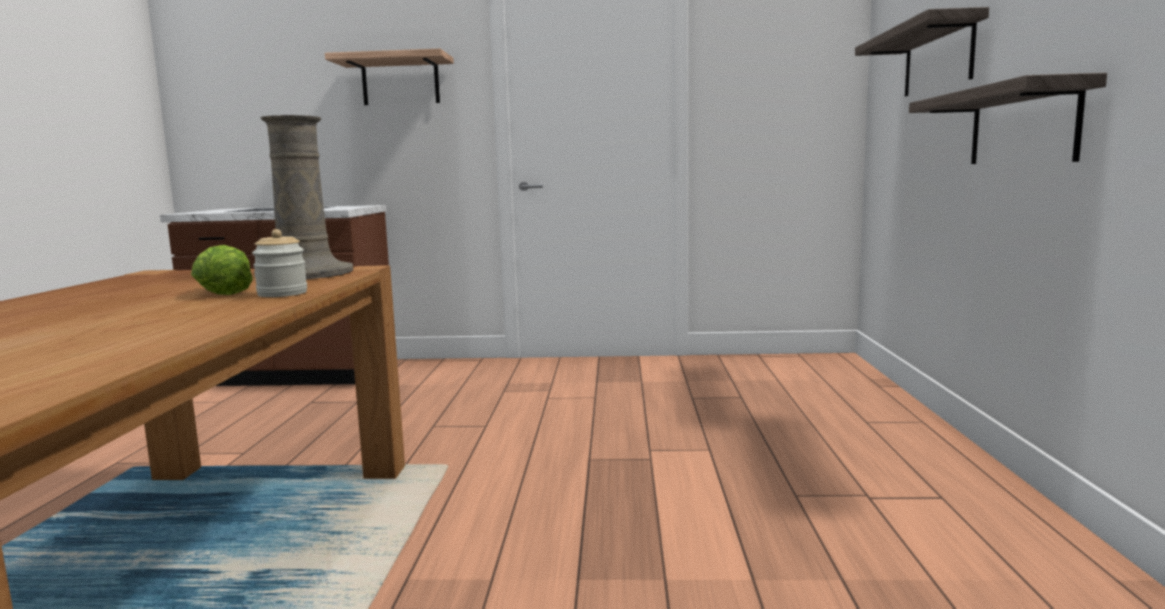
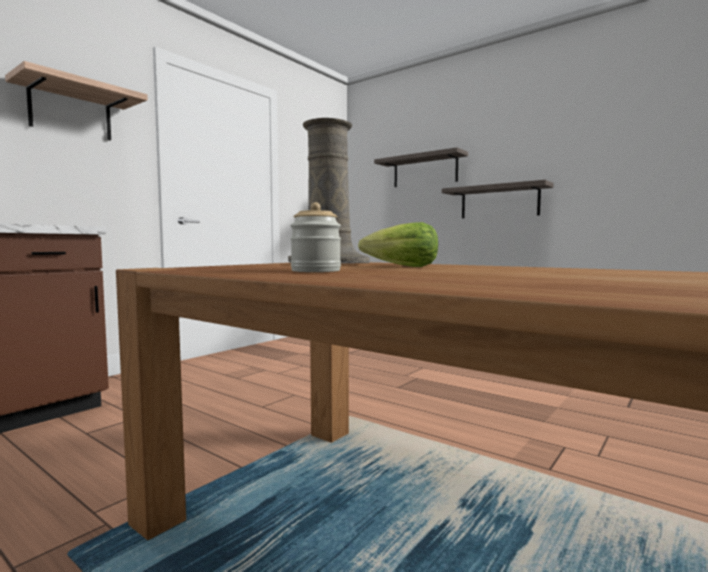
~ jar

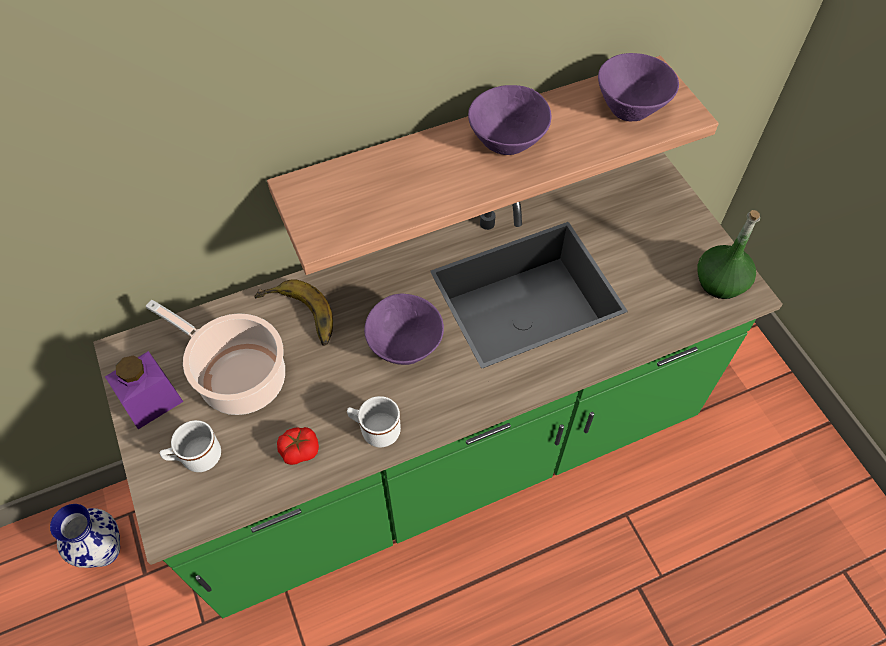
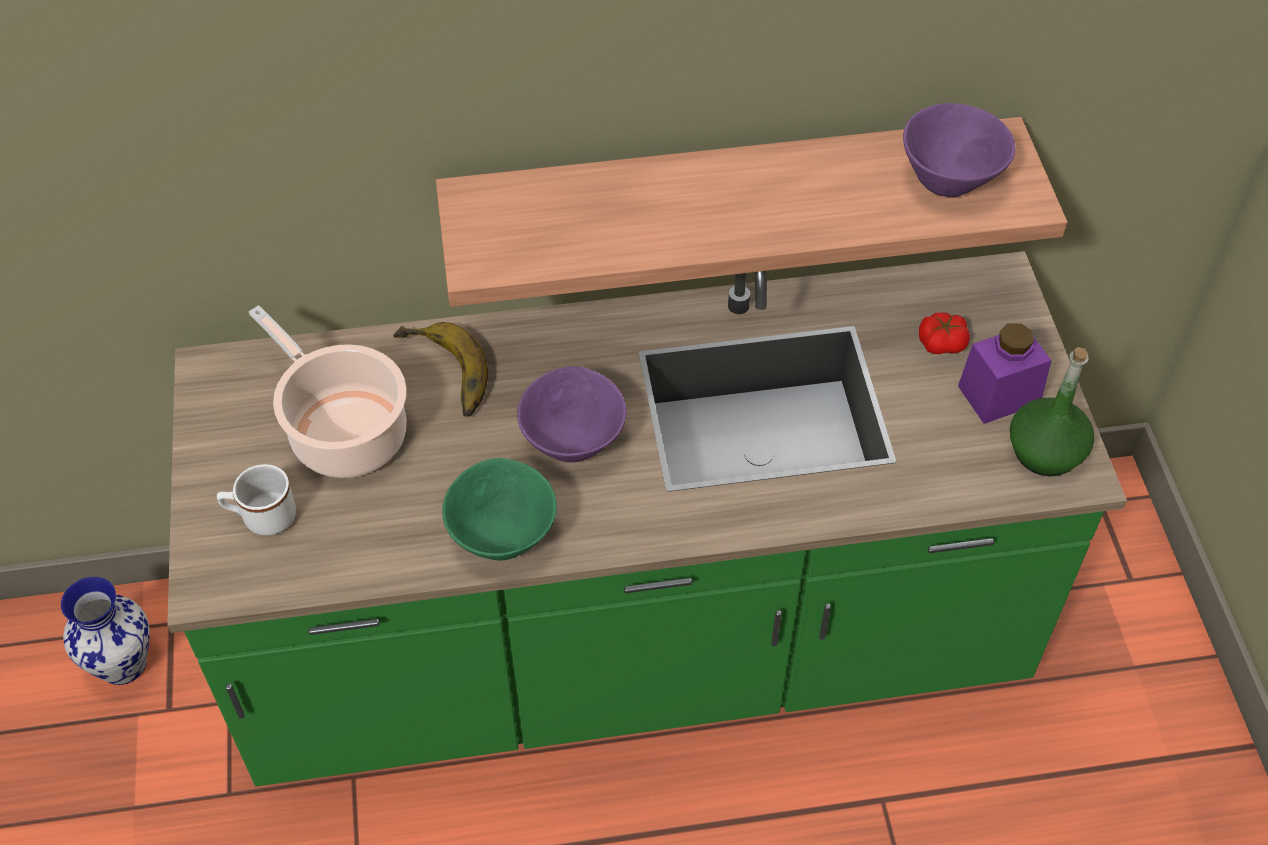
~ jar (purple)
~ tomato
~ mug (white) (2nd from left) to bowl (green)
- bowl (purple) (2nd from left)

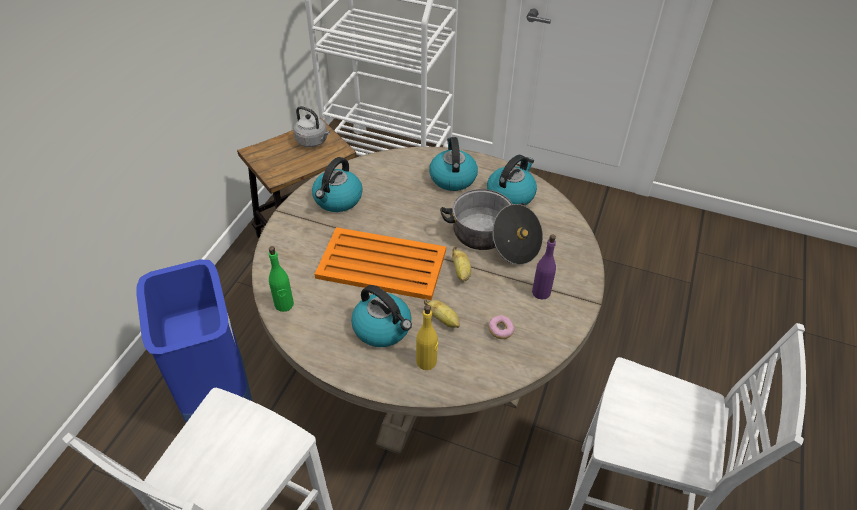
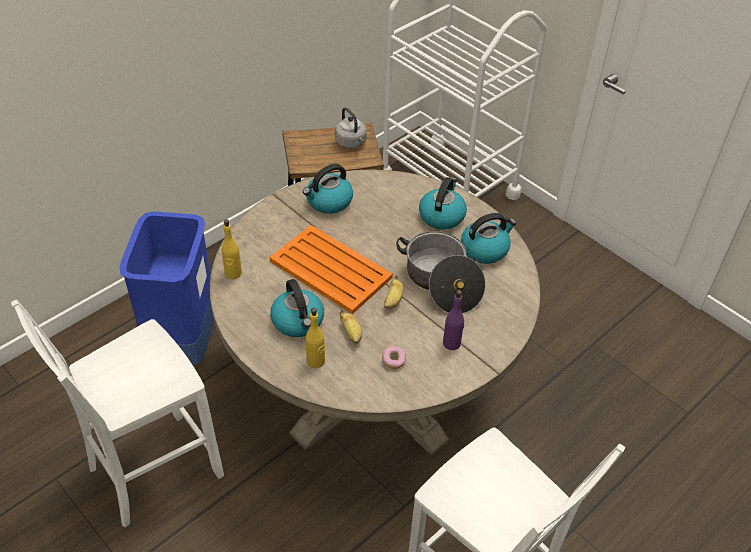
~ bottle (green) to bottle (yellow) (1st from left)

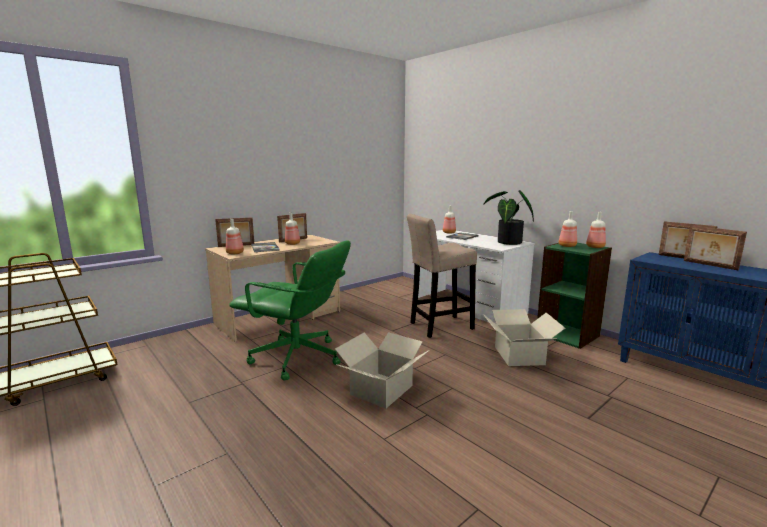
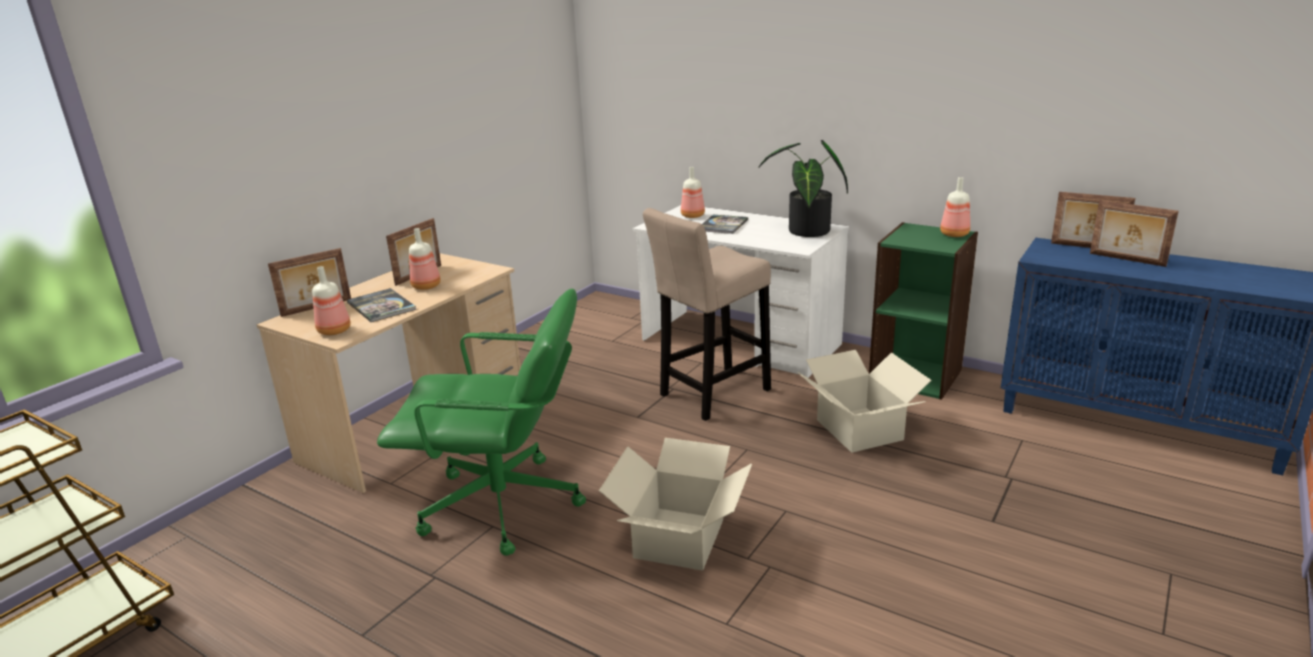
- bottle (4th from left)

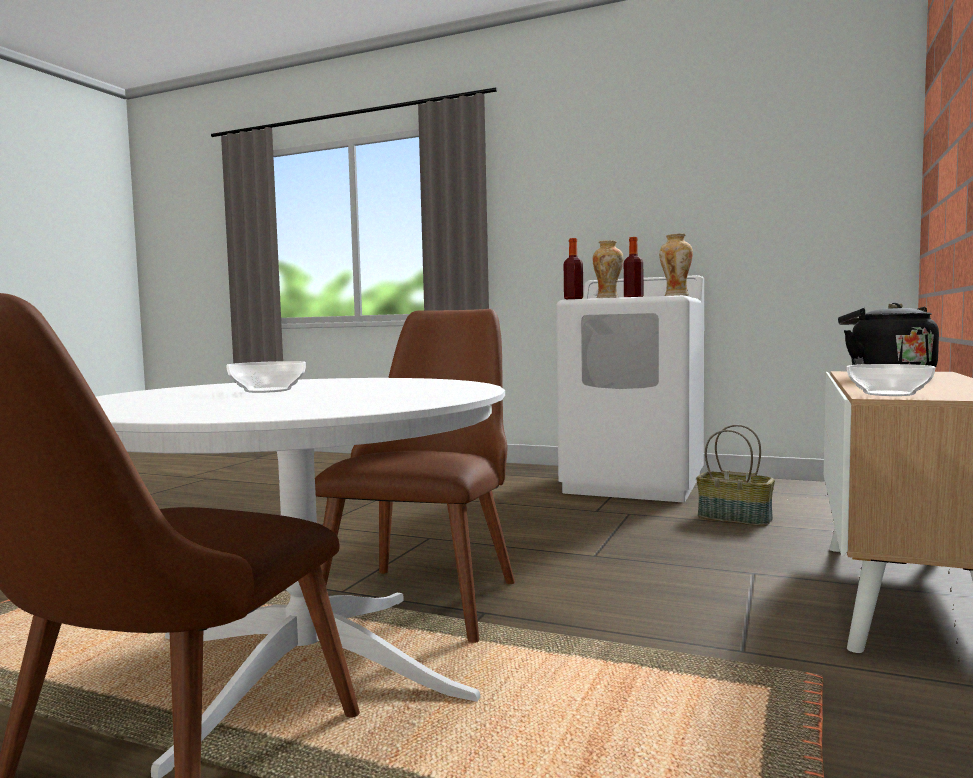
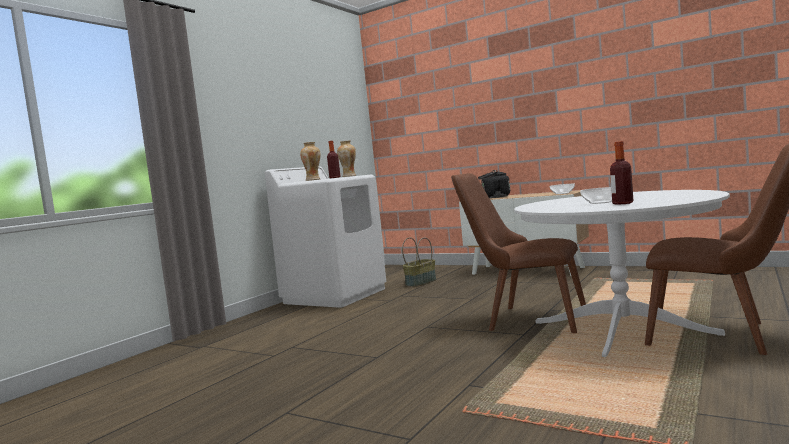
~ bottle (1st from left in the first image) to bottle (2nd from left)

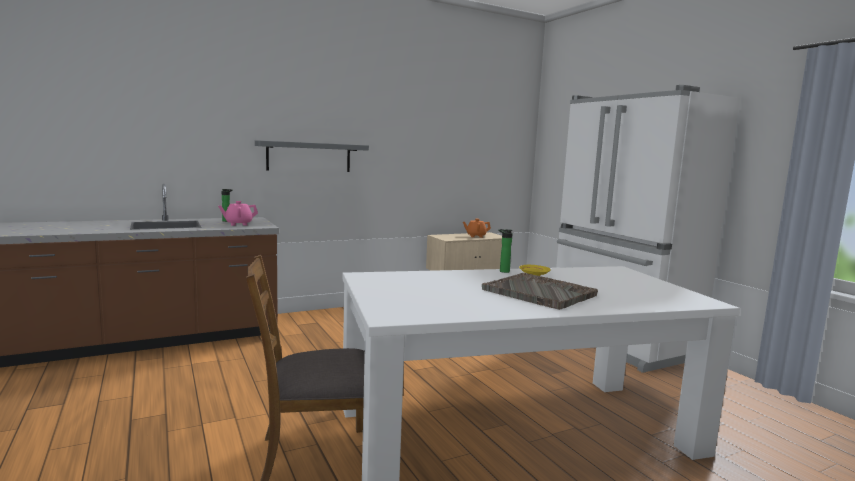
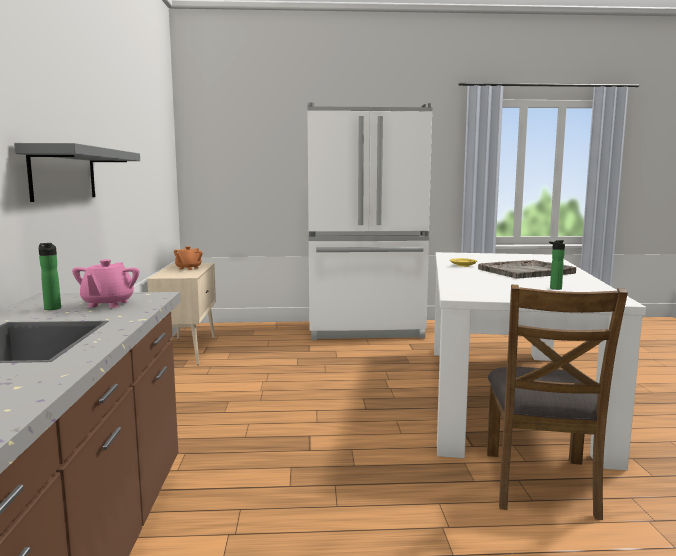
~ bottle (2nd from left)

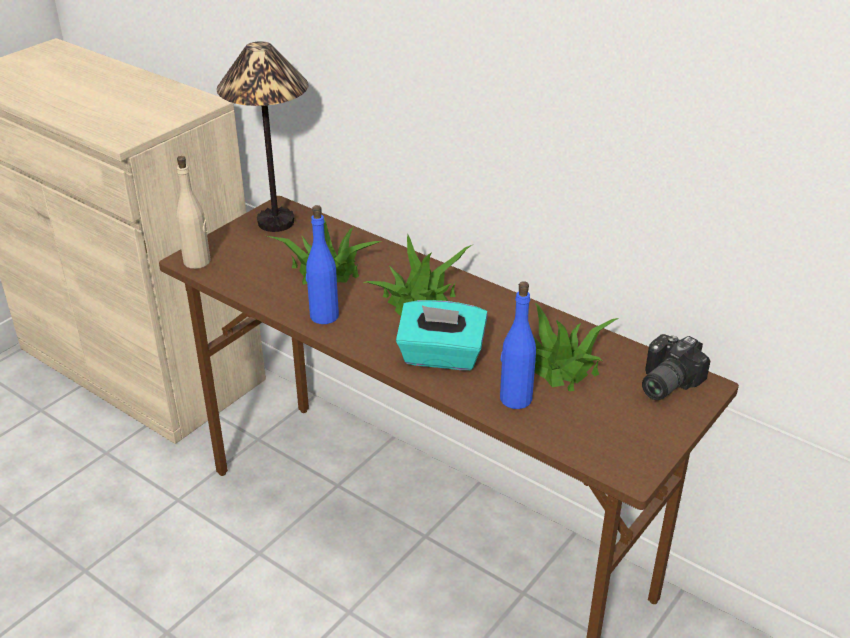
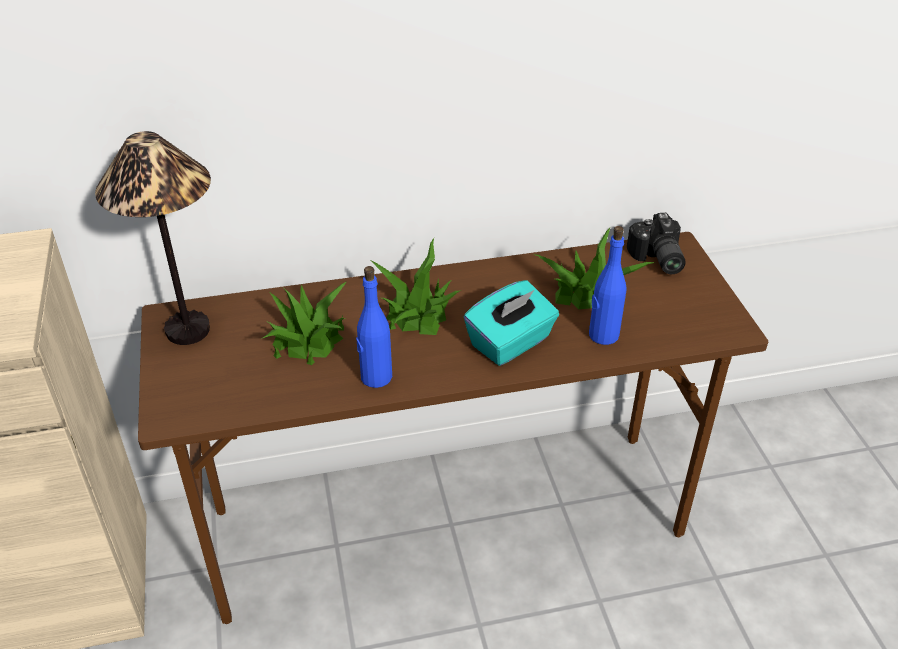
- bottle (beige)

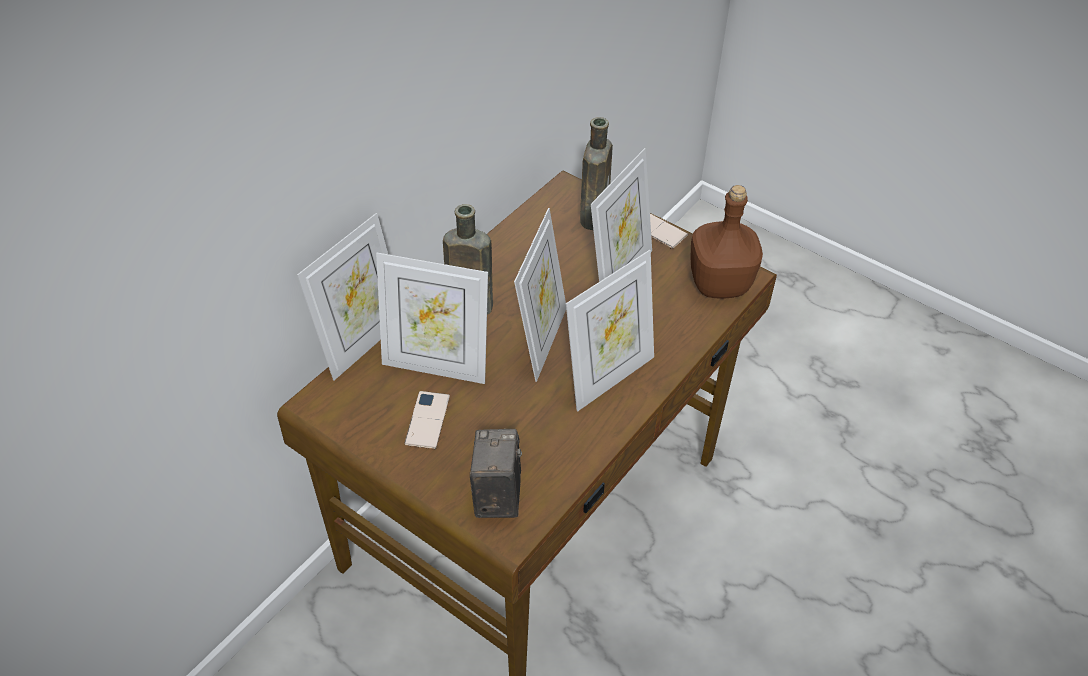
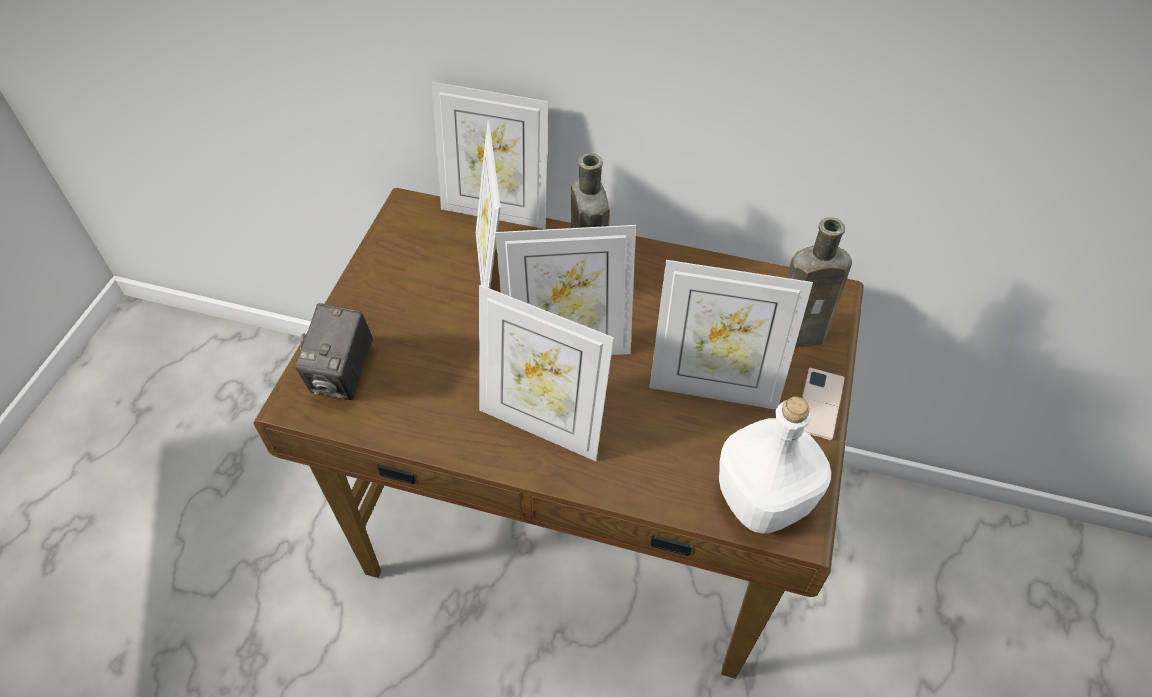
- phone (1st from left)
~ photo camera 120 degrees clockwise
~ bottle (brown) (3rd from left) to bottle (white)

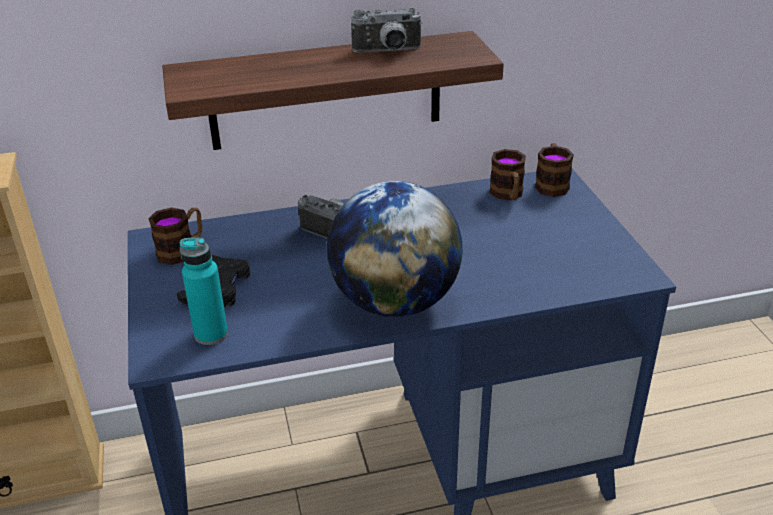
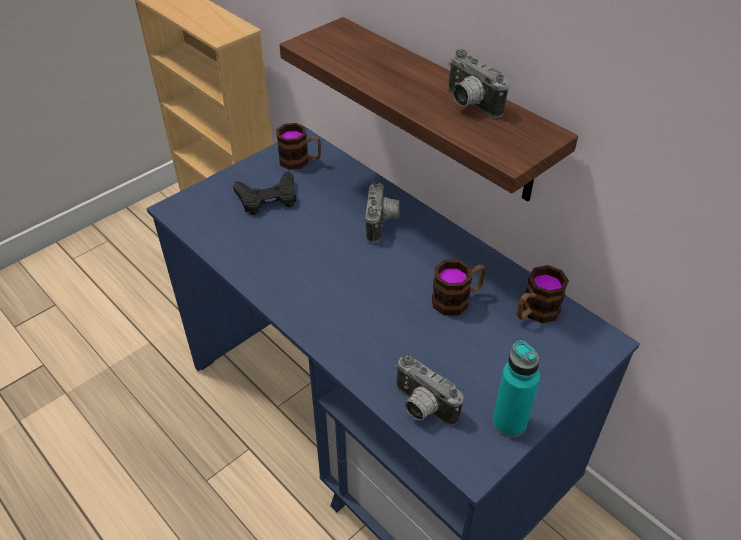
~ bottle (turquoise)
- globe
~ mug (3rd from left in the first image) to mug (2nd from left)
+ photo camera (2nd from left)

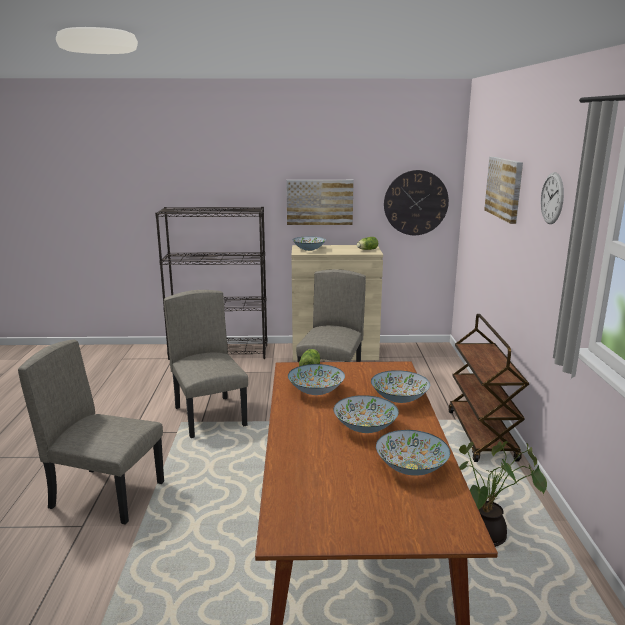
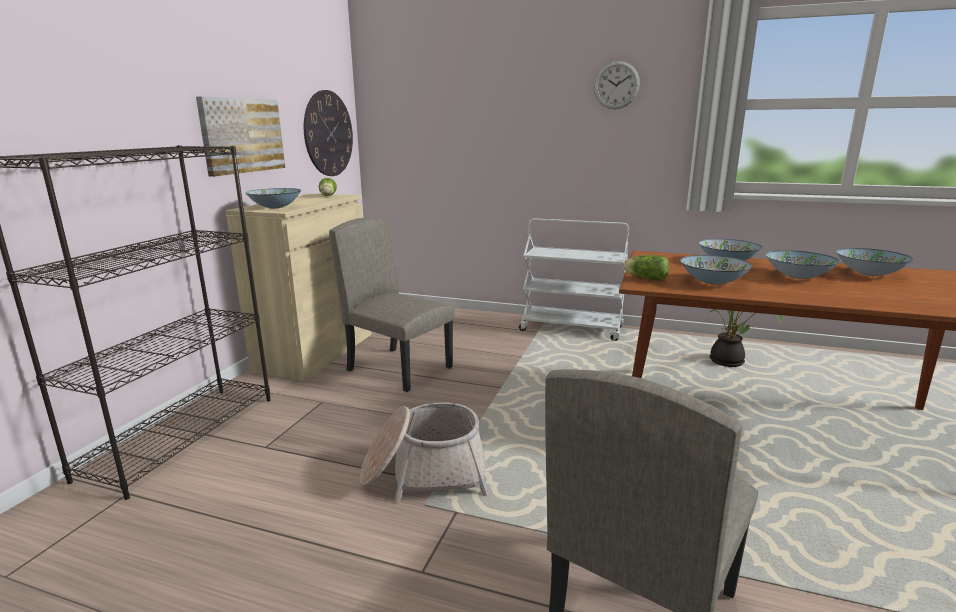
~ chair (beige) (2nd from left) to basket
~ cart (brown) to cart (white)
- picture (2nd from left)

